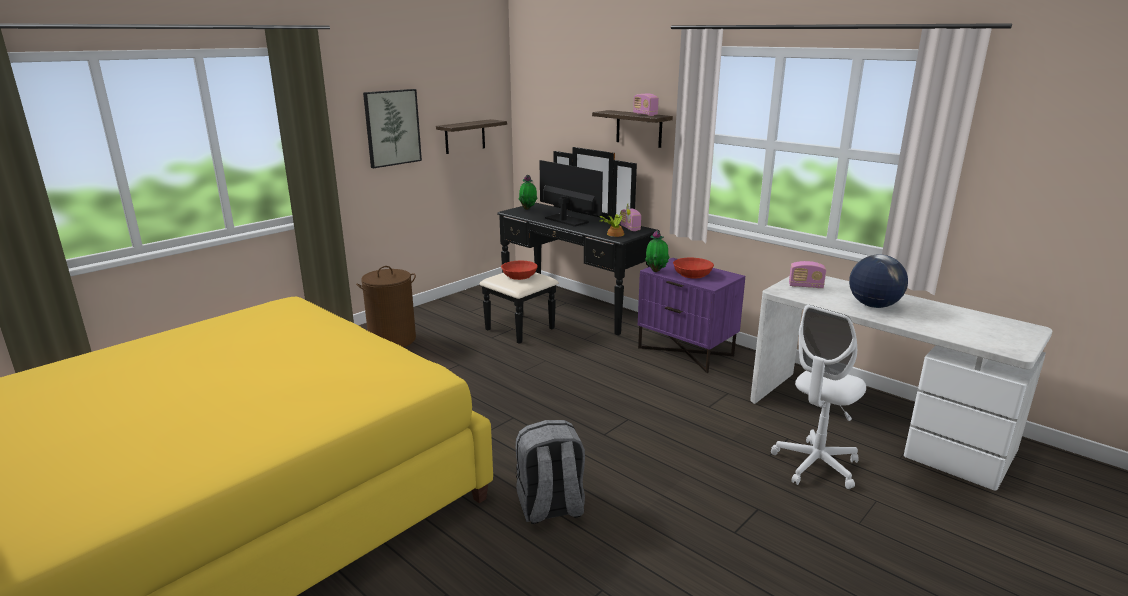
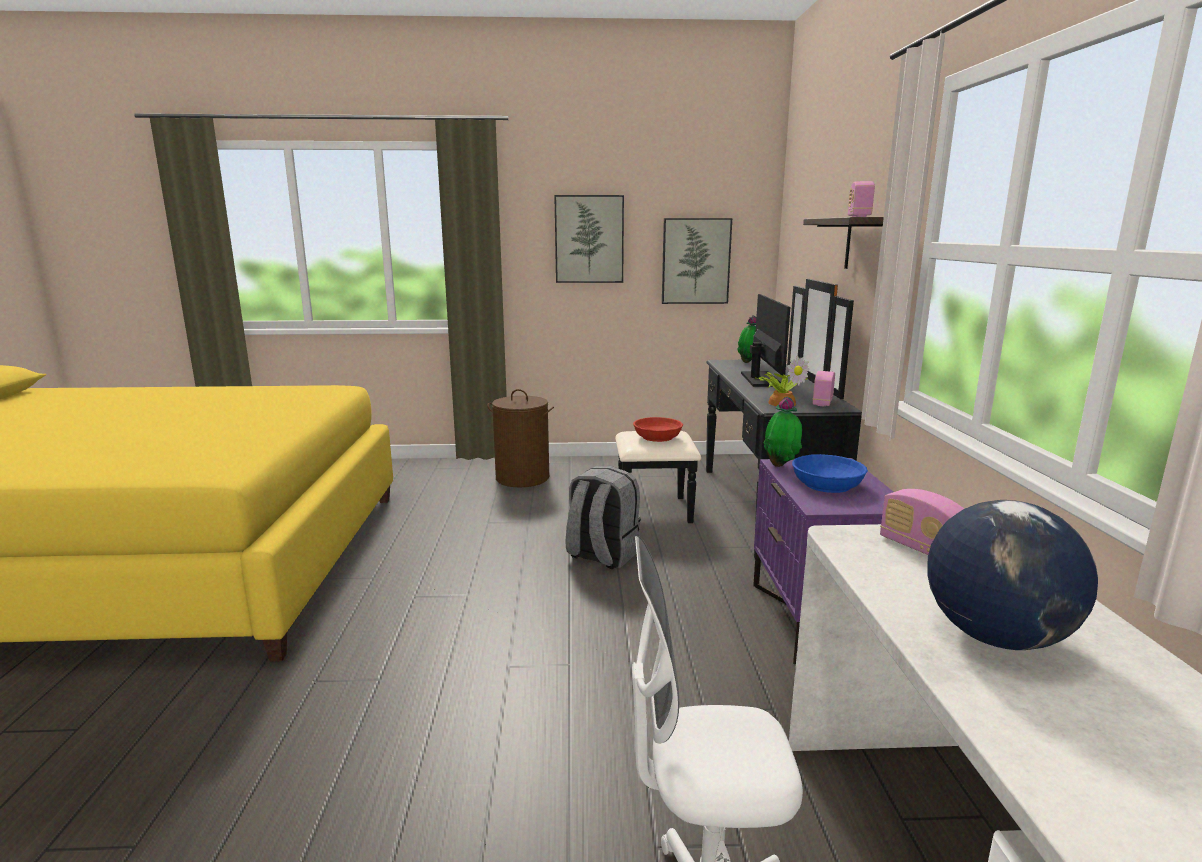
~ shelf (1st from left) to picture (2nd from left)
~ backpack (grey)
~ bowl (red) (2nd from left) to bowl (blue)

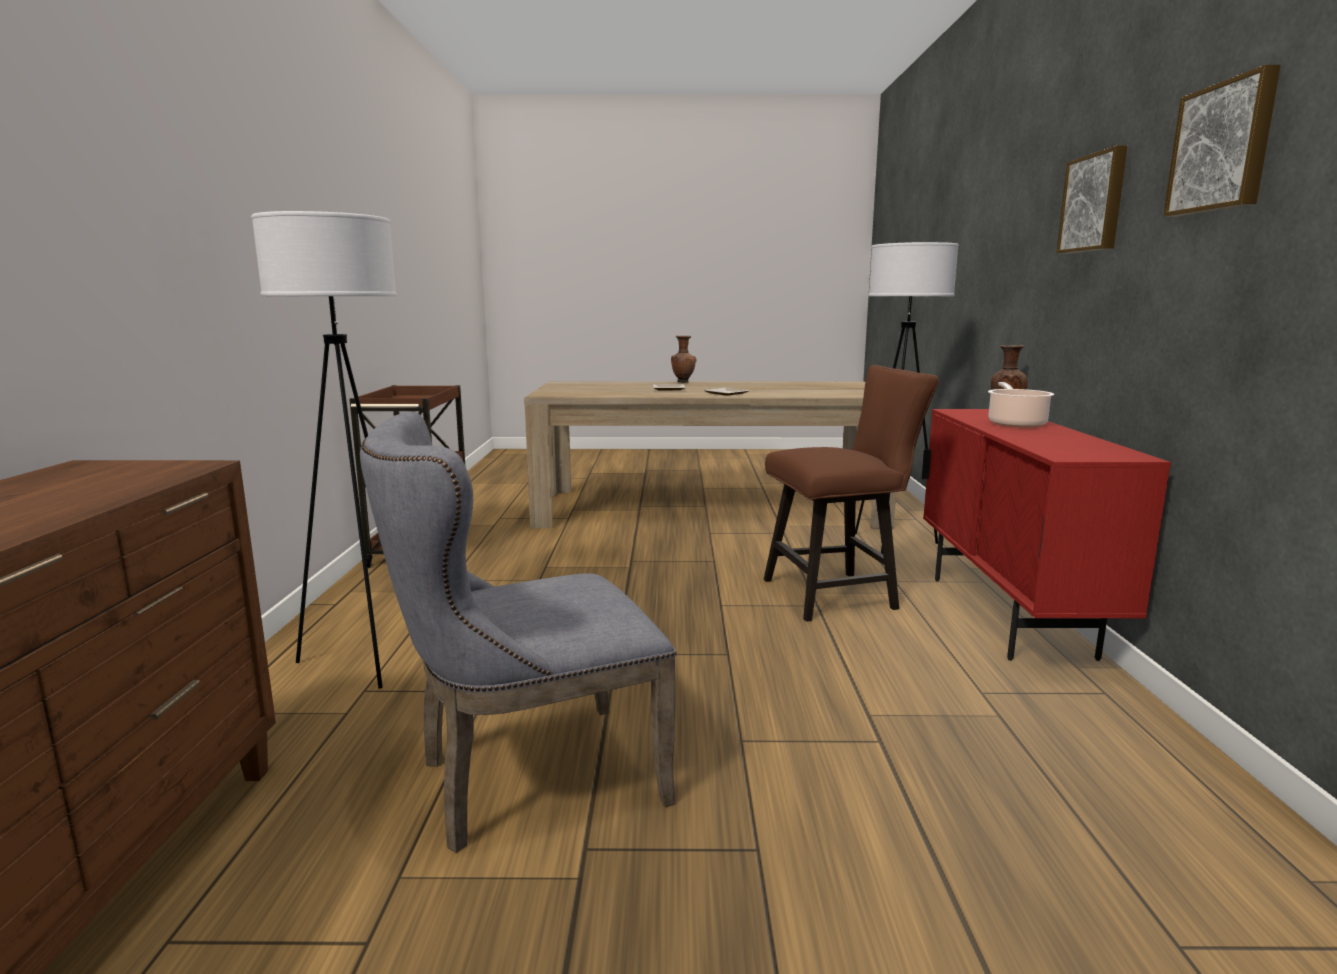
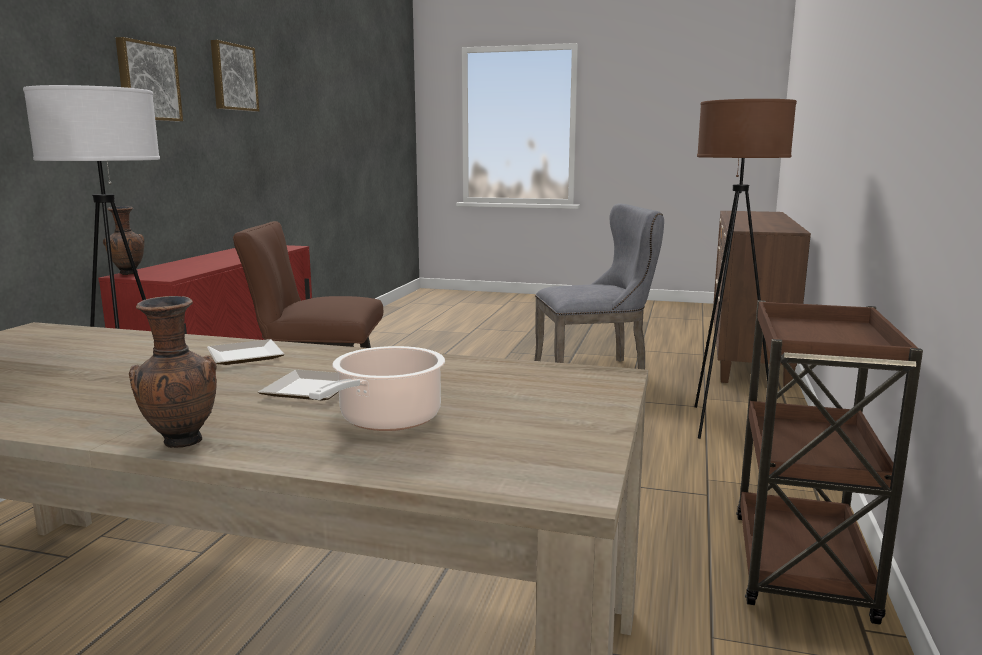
~ floor lamp (white) (1st from left) to floor lamp (brown)
~ cooking pot

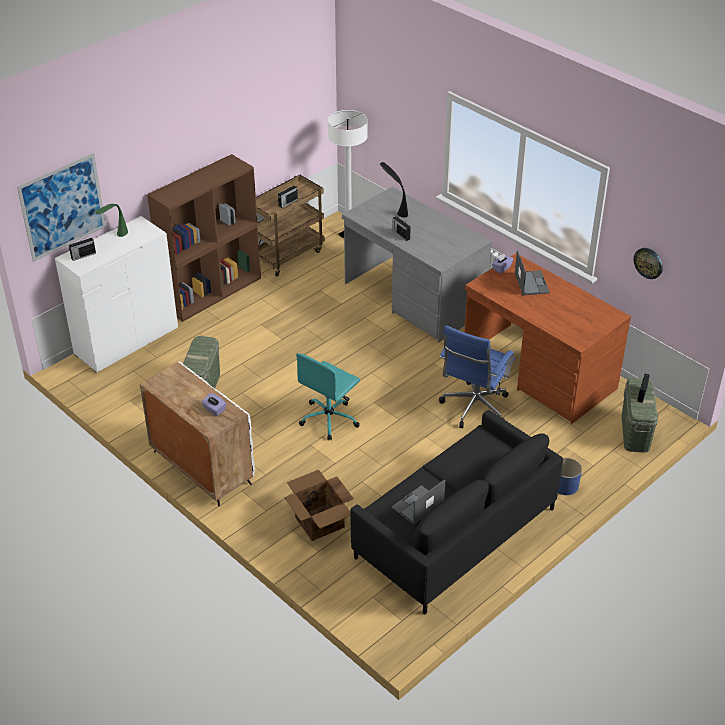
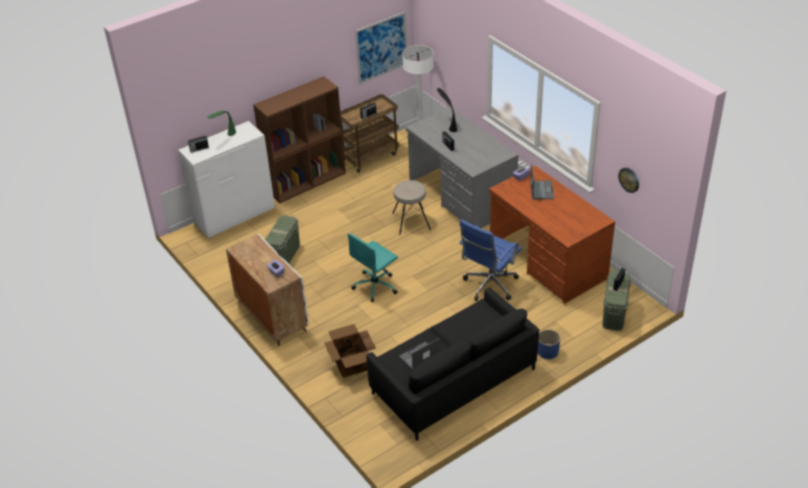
~ picture
+ stool (beige)

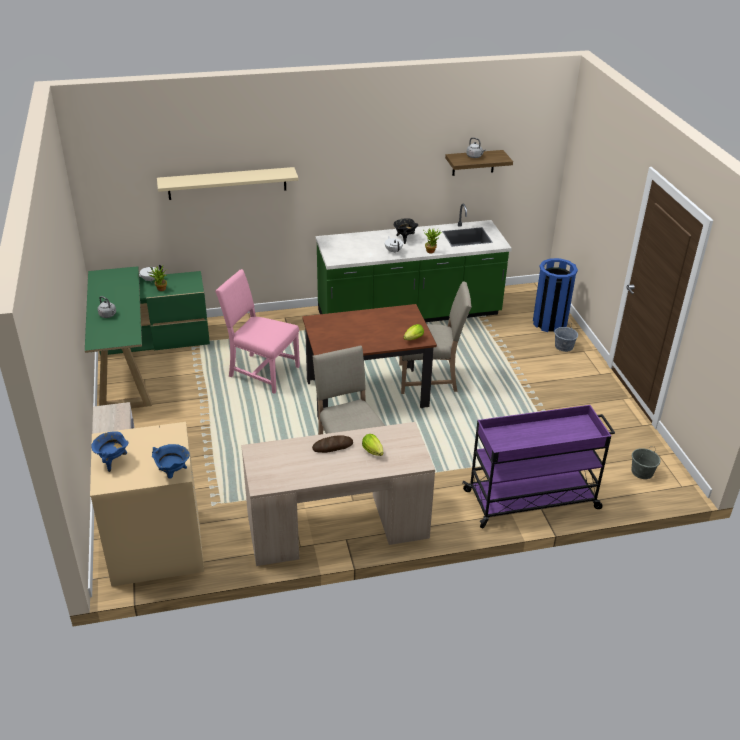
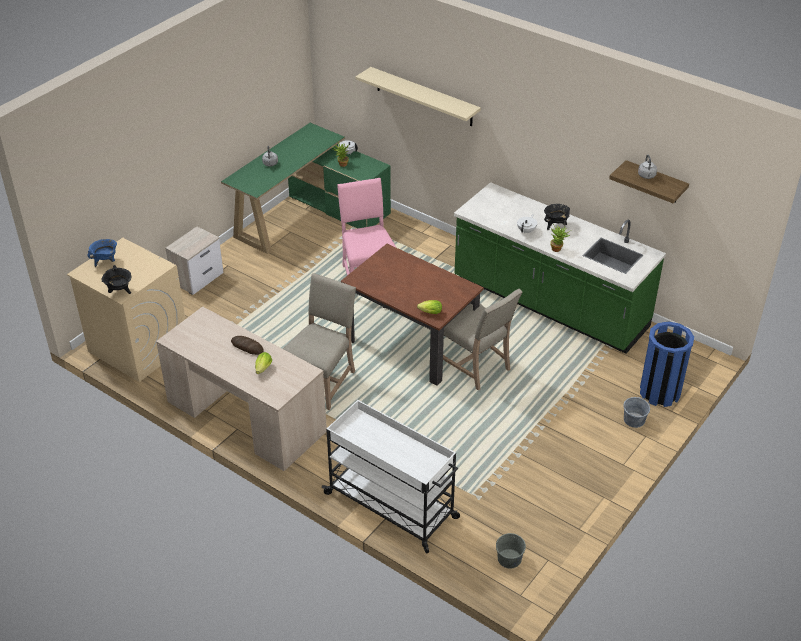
~ cooking pot (blue) (2nd from left) to cooking pot (black) (1st from left)
~ cart (purple) to cart (white)

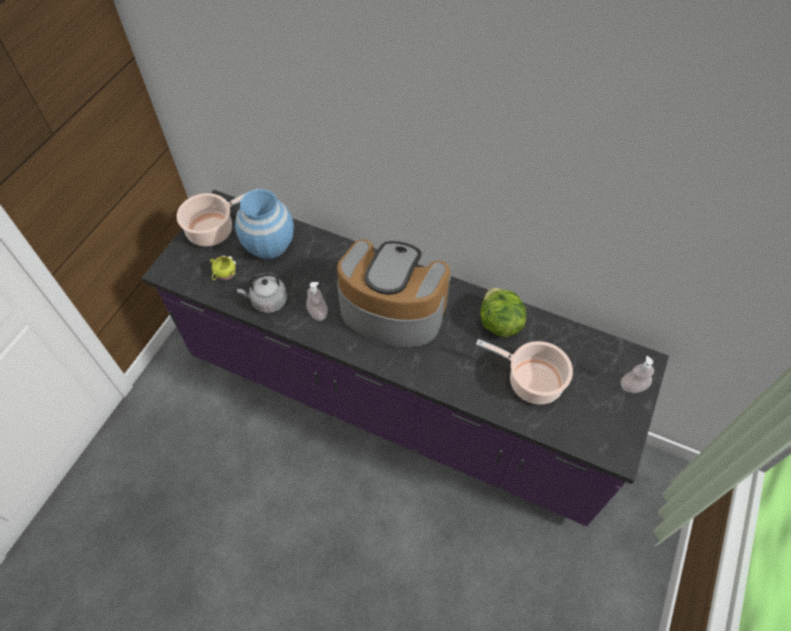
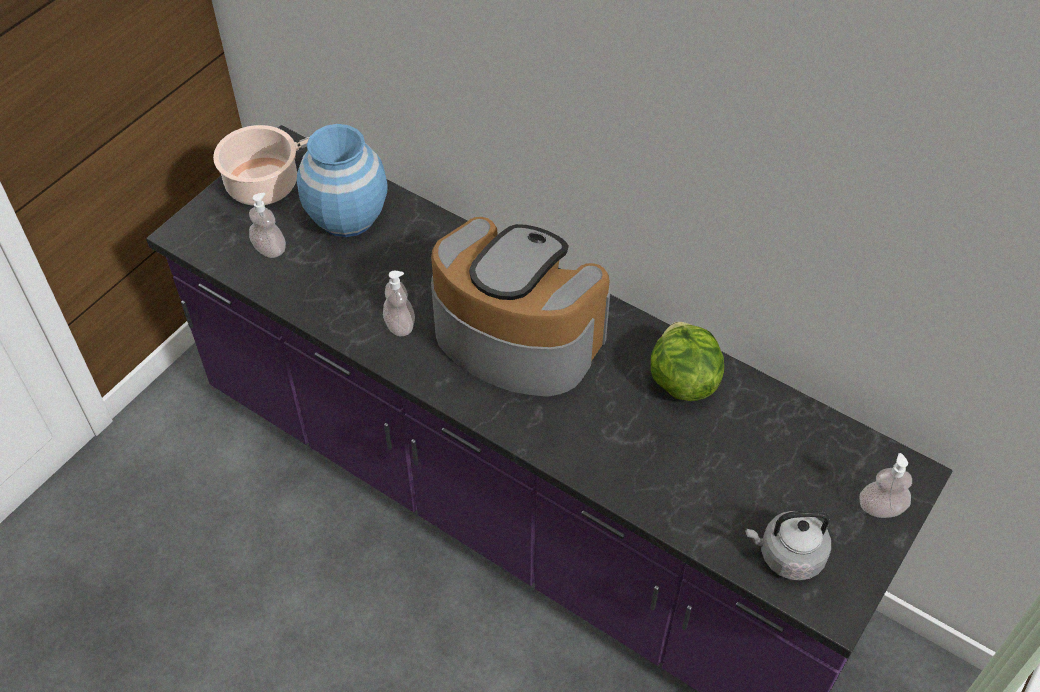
~ mug (yellow) to soap dispenser (1st from left)
~ kettle (grey)
- cooking pot (2nd from left)

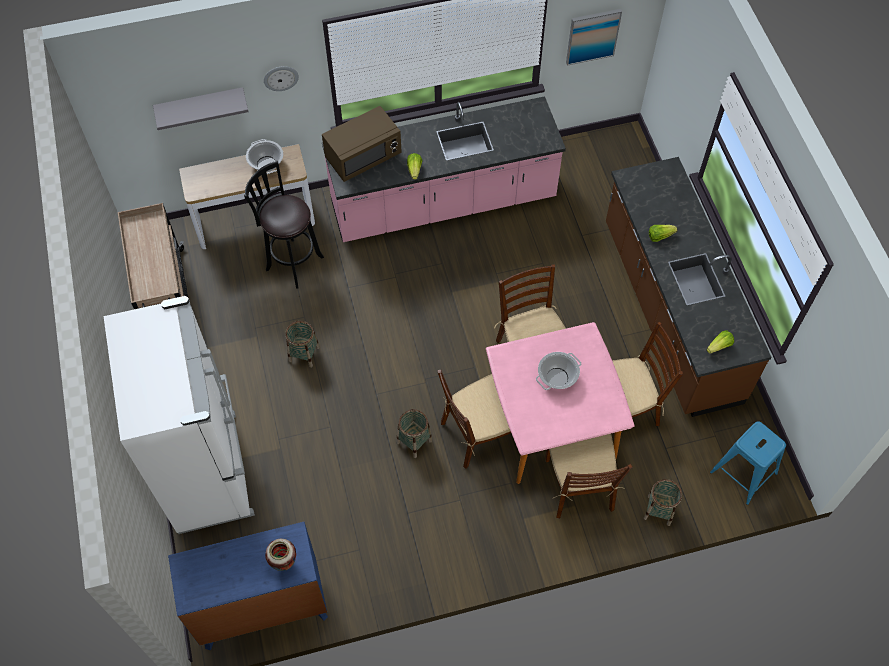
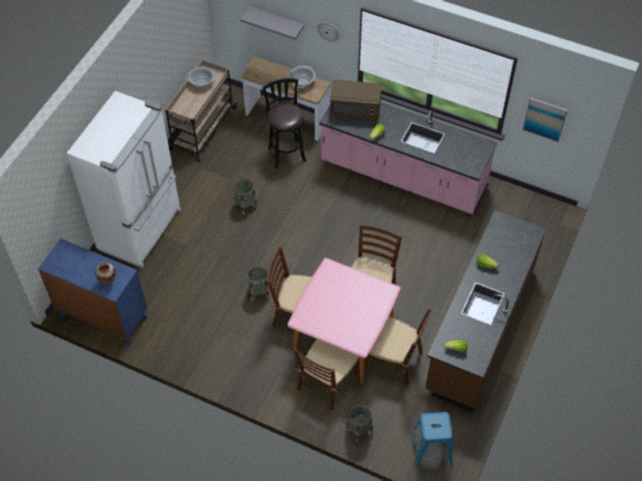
~ cooking pot (2nd from left in the first image) to cooking pot (1st from left)

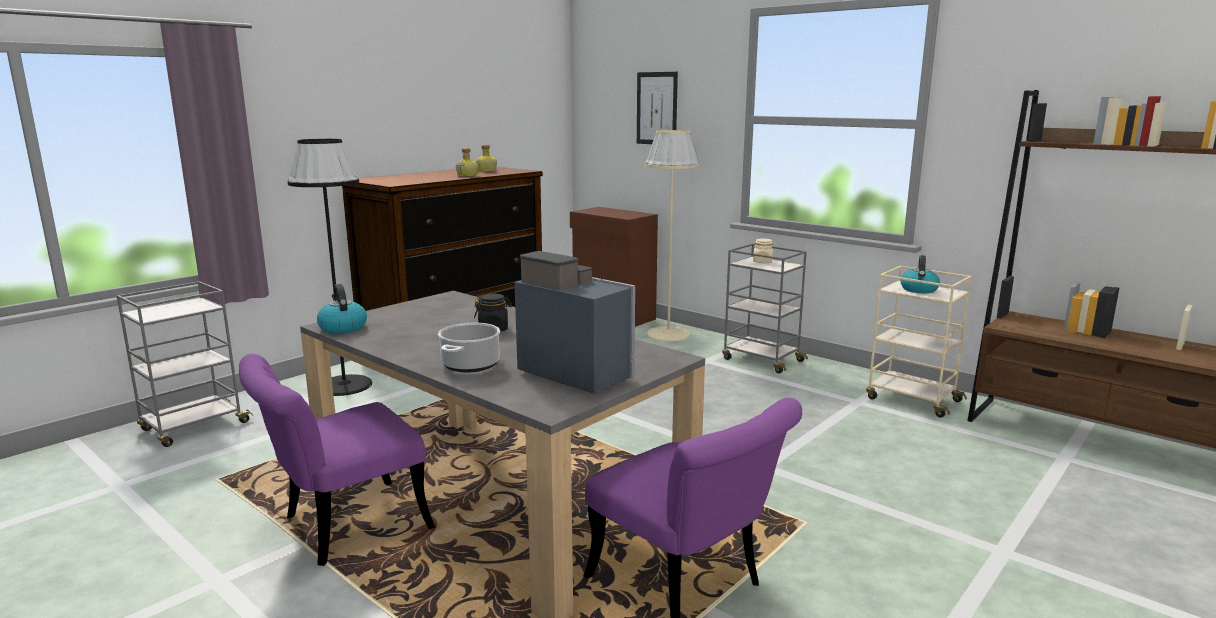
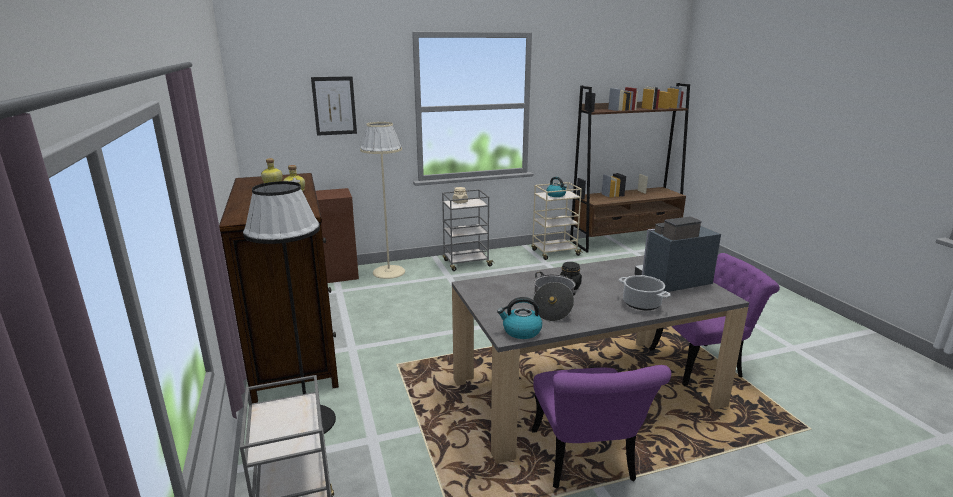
+ cooking pot (1st from left)

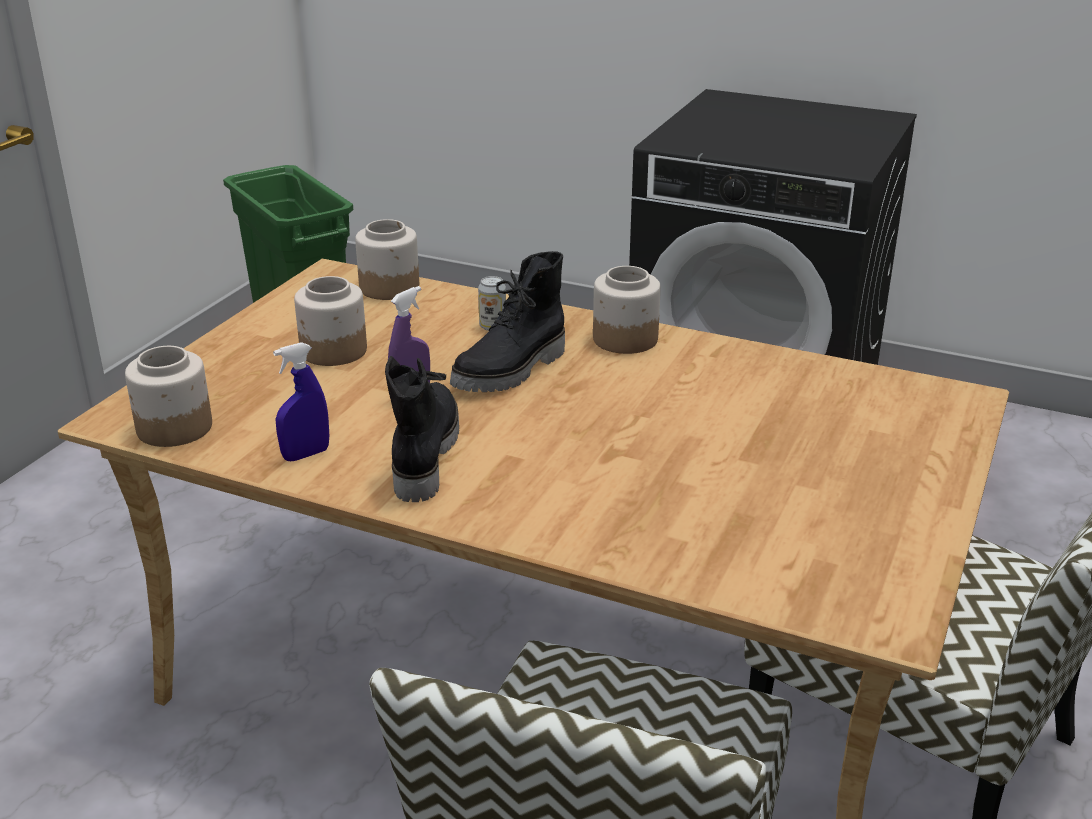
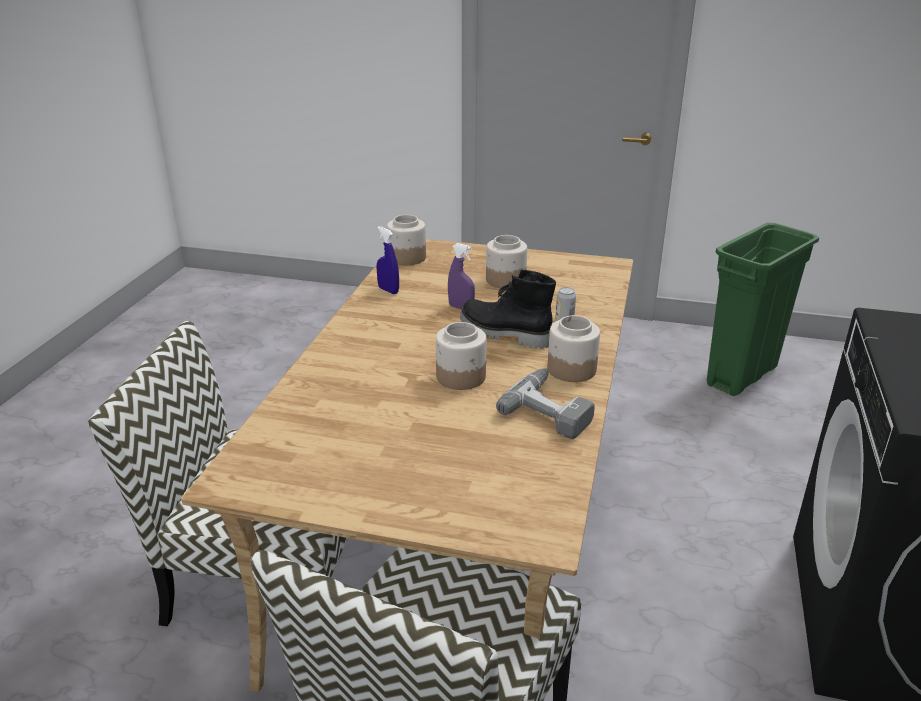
~ jar (3rd from left in the first image) to jar (2nd from left)
- boot (black) (1st from left)
+ power drill

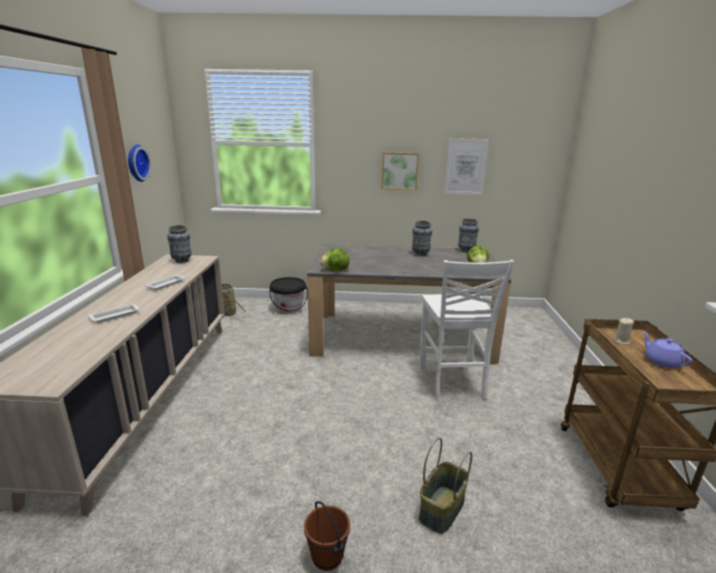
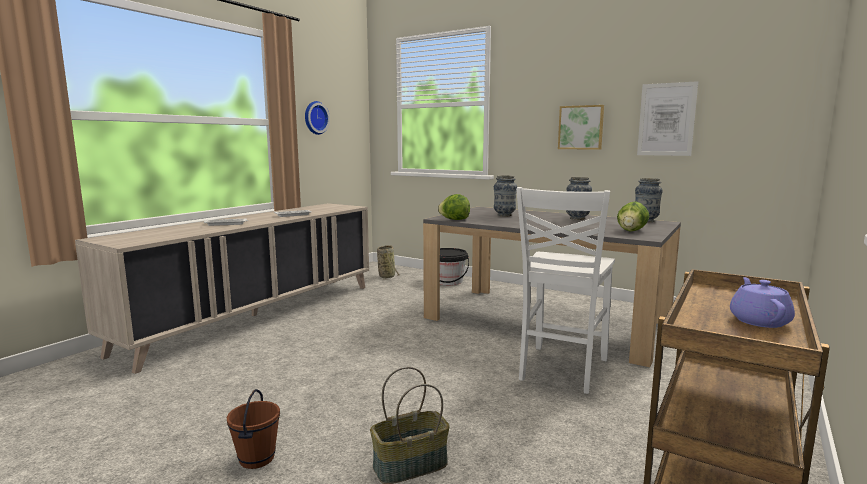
~ vase (1st from left)
- candle (beige)

